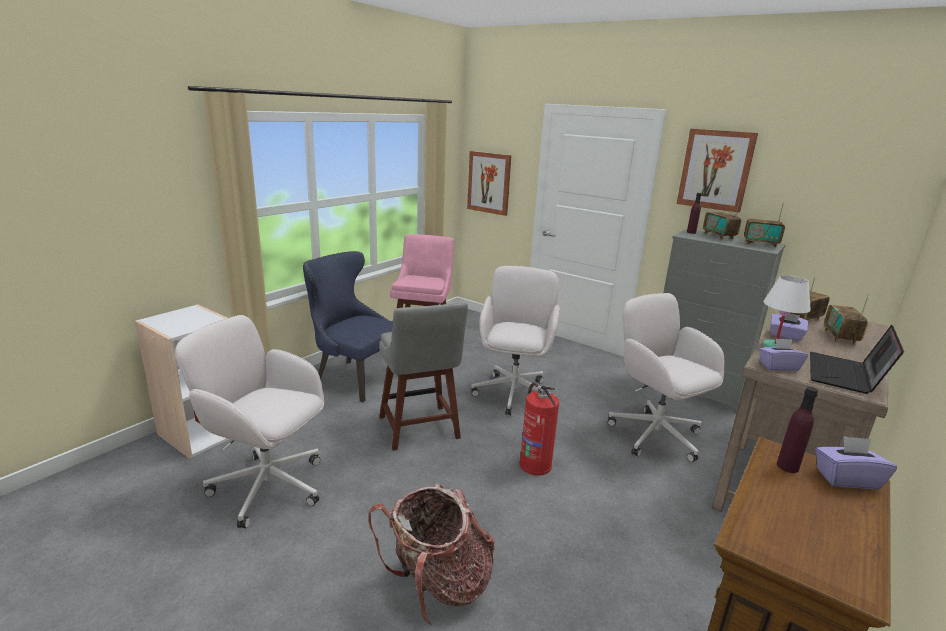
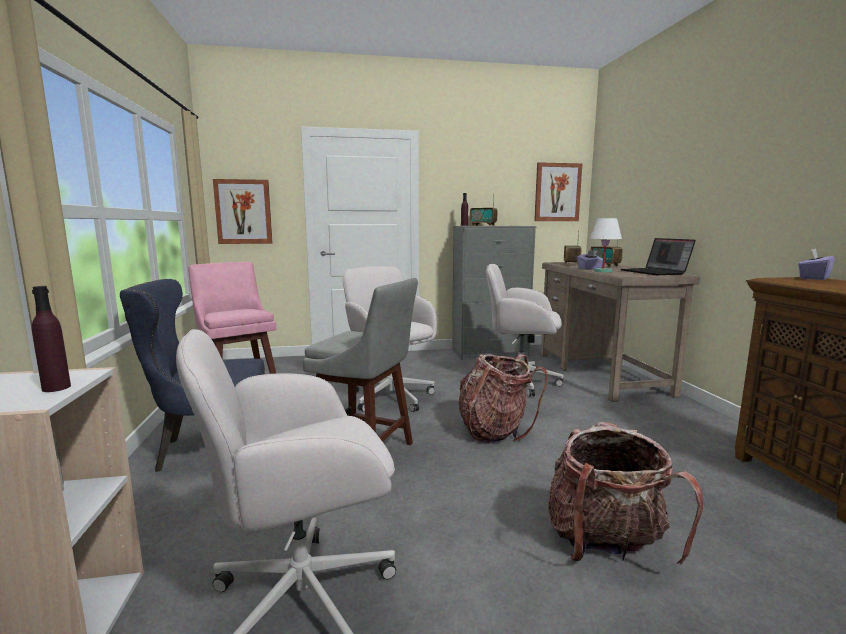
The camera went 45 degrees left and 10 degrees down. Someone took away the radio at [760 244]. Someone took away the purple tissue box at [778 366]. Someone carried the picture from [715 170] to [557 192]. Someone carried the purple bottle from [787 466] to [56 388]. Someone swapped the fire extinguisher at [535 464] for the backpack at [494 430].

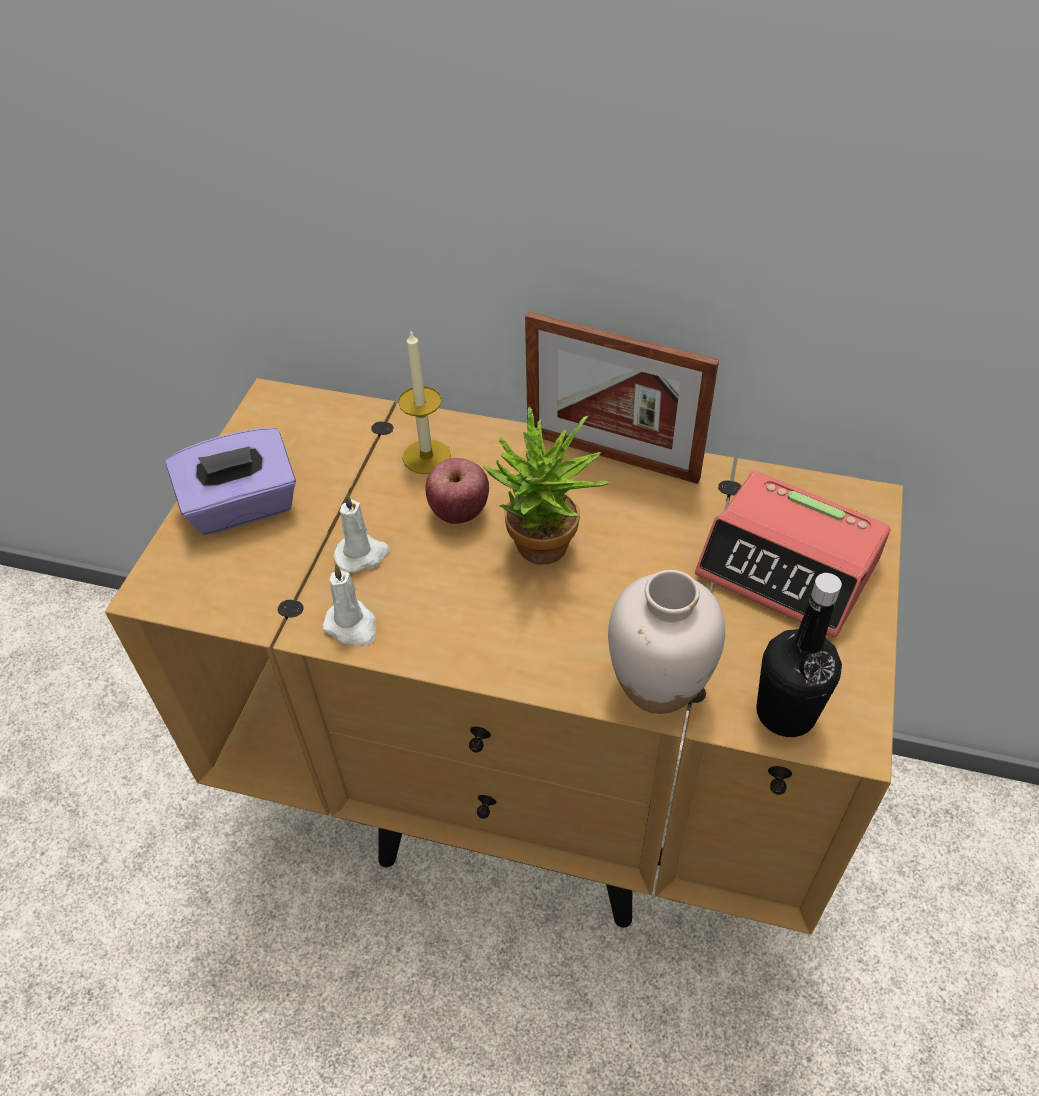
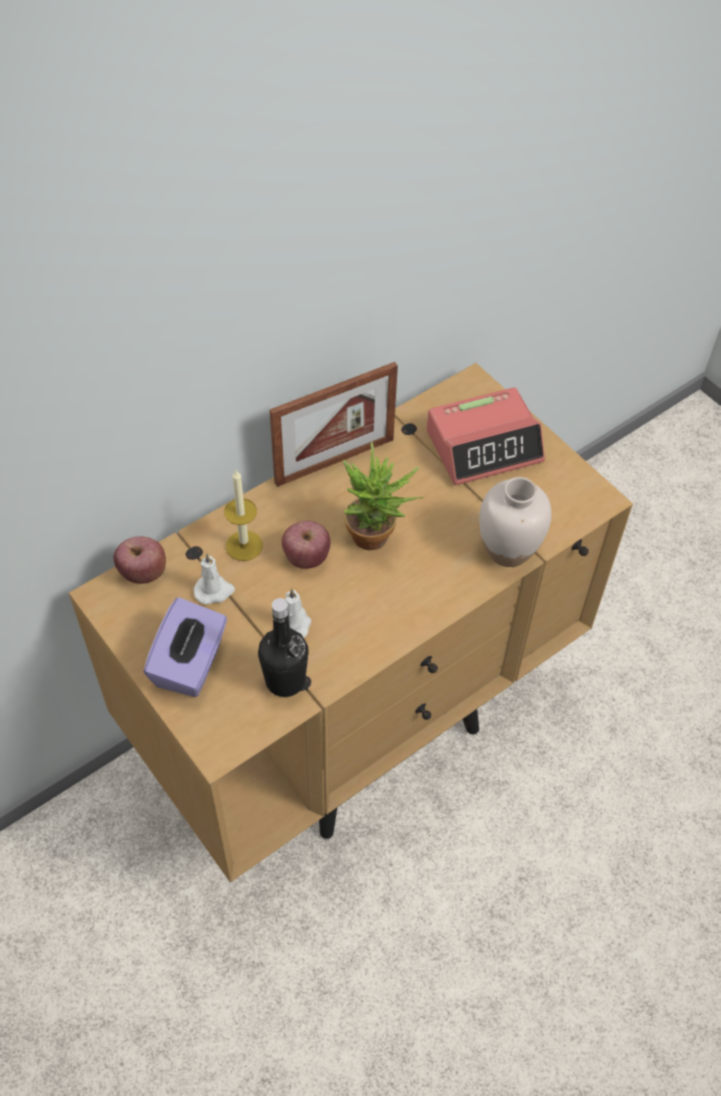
The camera went 55 degrees left and 5 degrees up. Someone put down the apple at [143 573]. Someone carried the white candle from [352 626] to [214 591]. Someone carried the black bottle from [785 713] to [285 680].

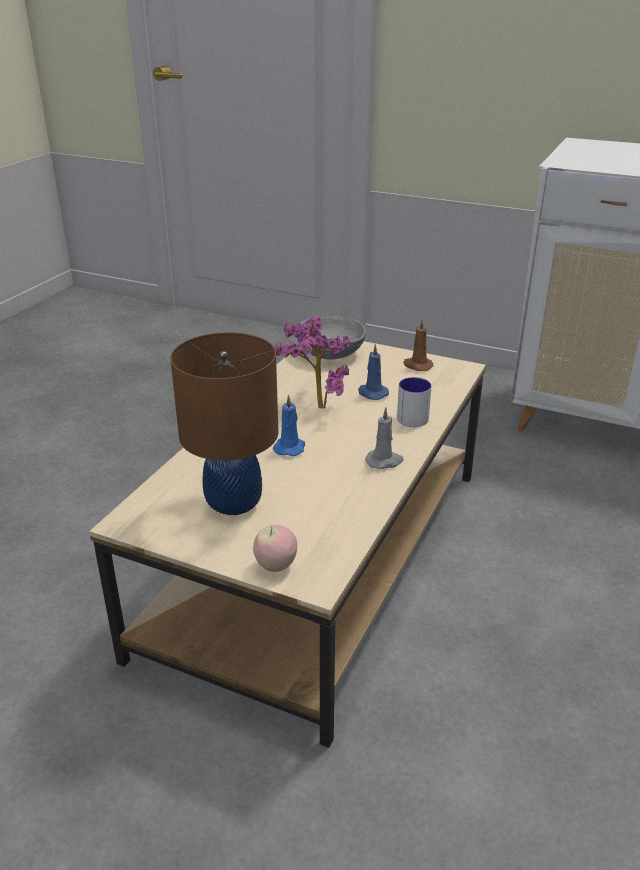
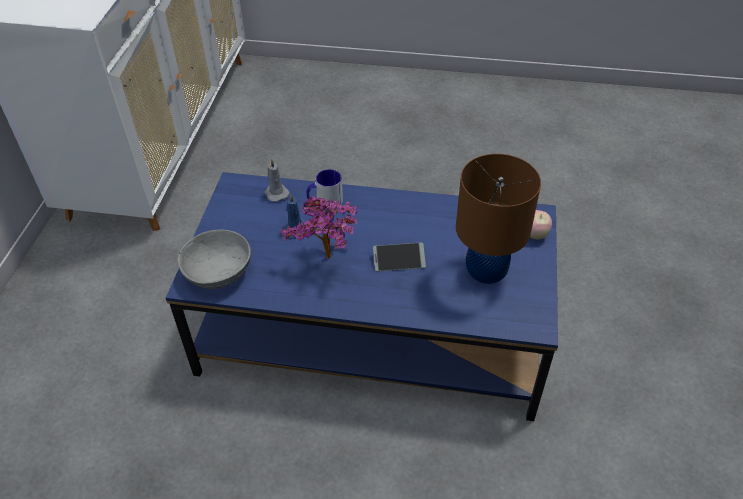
The camera went 105 degrees left and 15 degrees up. Someone took away the brown candle at [417 365]. Someone carried the grey candle from [384 461] to [276 193]. Someone swapped the blue candle at [290 447] for the phone at [399 261]. Someone repainted the beige coffee table at [318 557], which became the blue coffee table at [372 330].

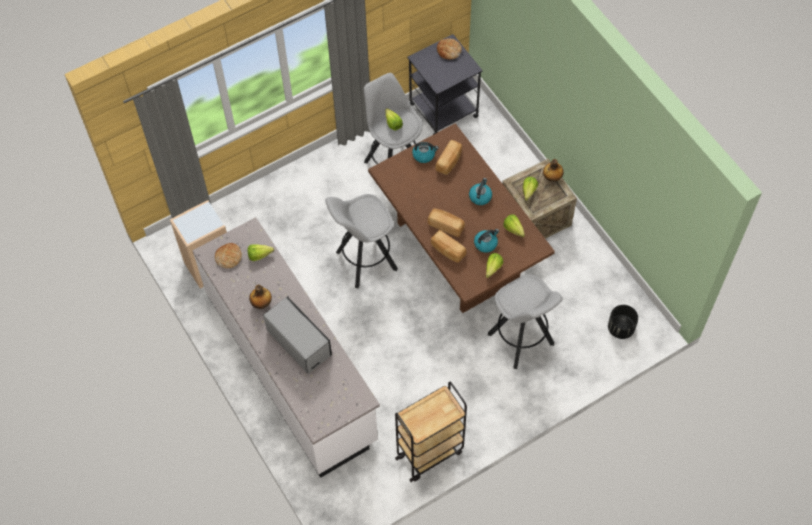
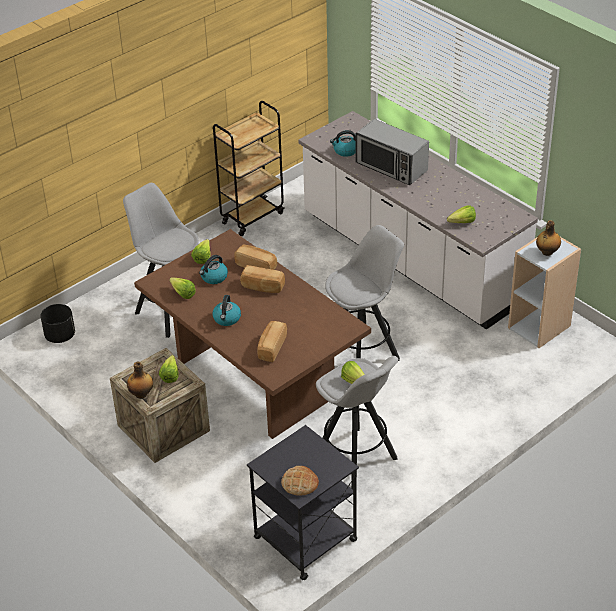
The camera went 170 degrees right and 20 degrees down. Someone took away the bread at [228 257]. Someone carried the bottle from [262 303] to [547 252]. Someone carried the kettle from [424 155] to [345 151].

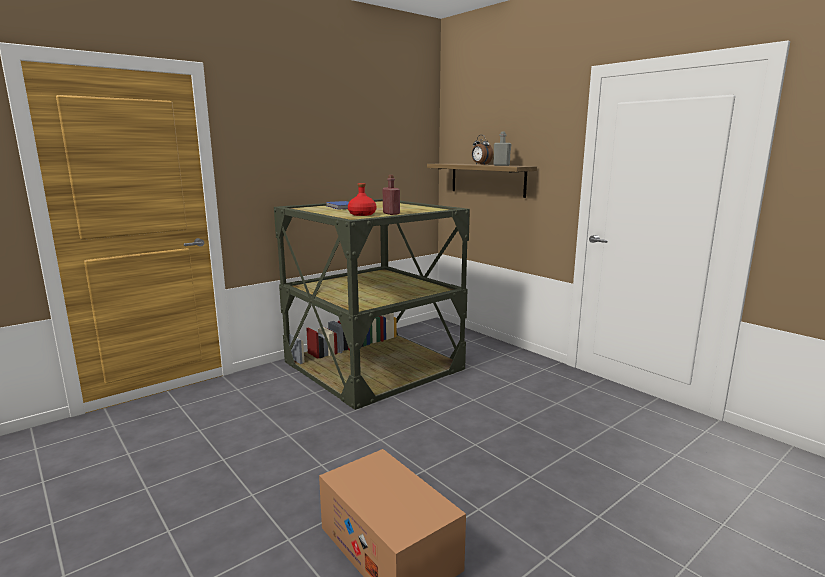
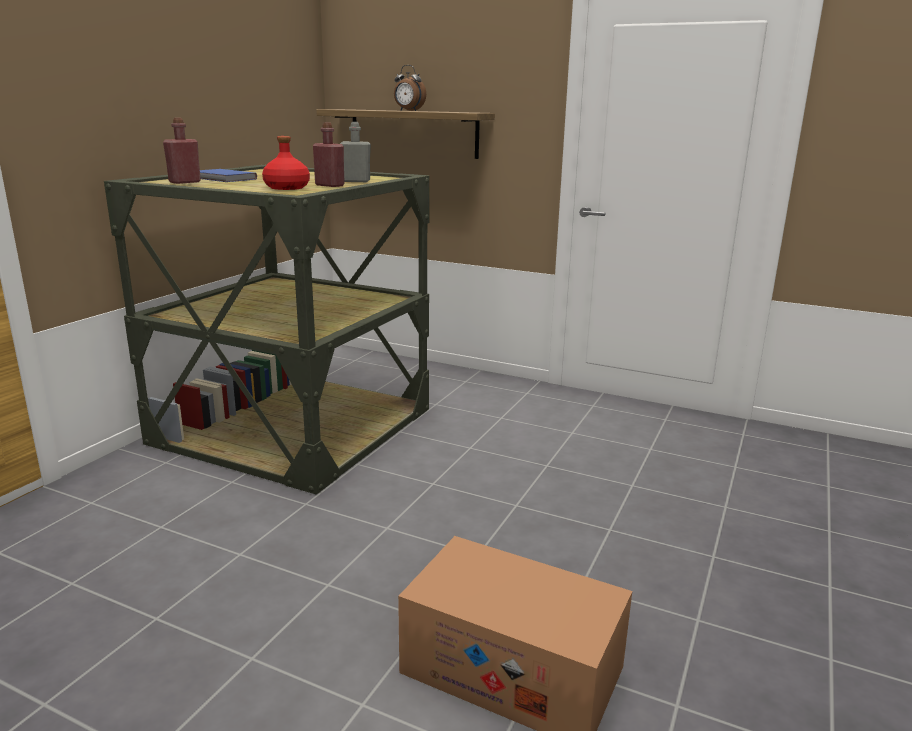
The camera went 25 degrees left and 5 degrees up. Someone put down the red bottle at [185 182]. Someone carried the grey bottle from [501 165] to [356 181].

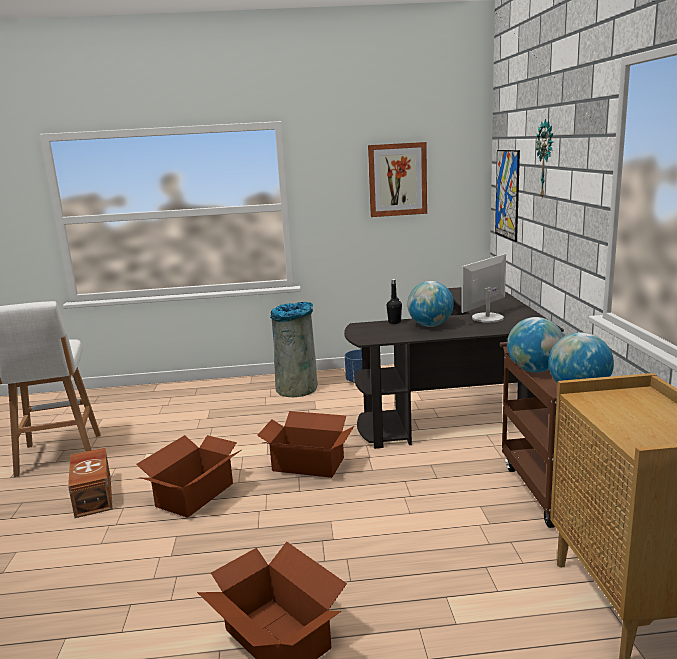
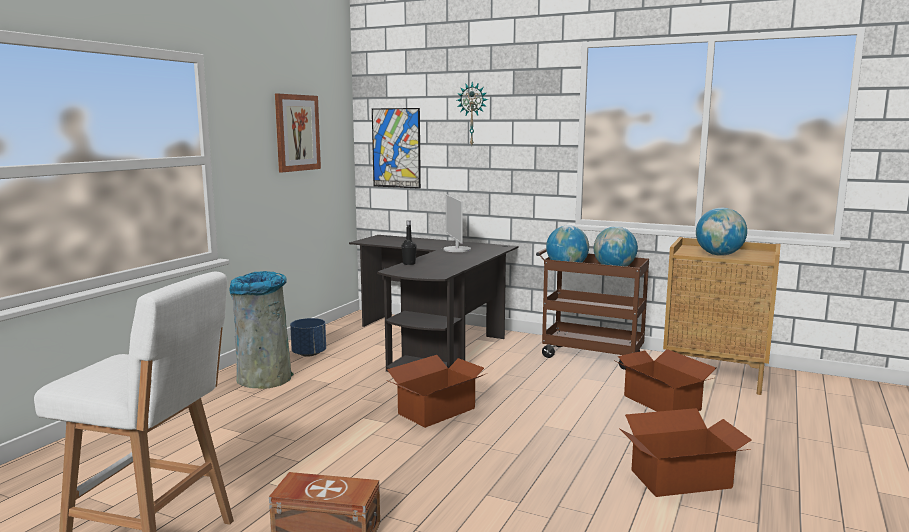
The camera went 60 degrees left and 5 degrees down. Someone carried the cardboard box from [196 495] to [661 402]. Someone carried the globe from [430 325] to [719 255].

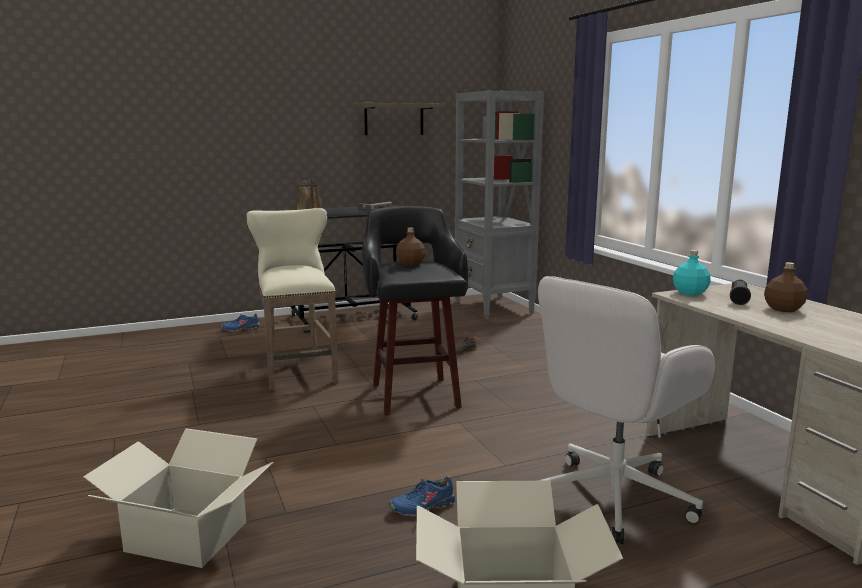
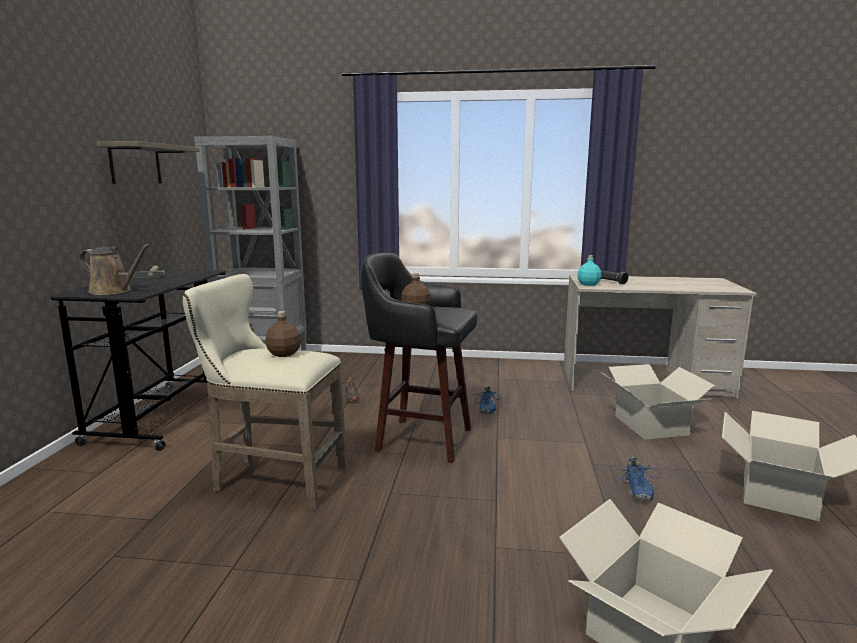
The camera went 60 degrees left and 0 degrees up. Someone carried the blue shoe from [240 329] to [486 408]. Someone carried the brown bottle from [783 309] to [284 354]. Someone swapped the white office chair at [614 498] for the cardboard box at [650 425].

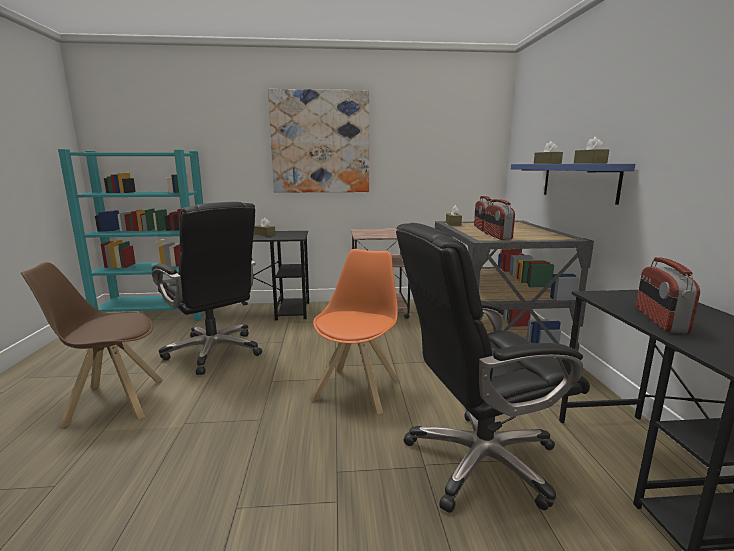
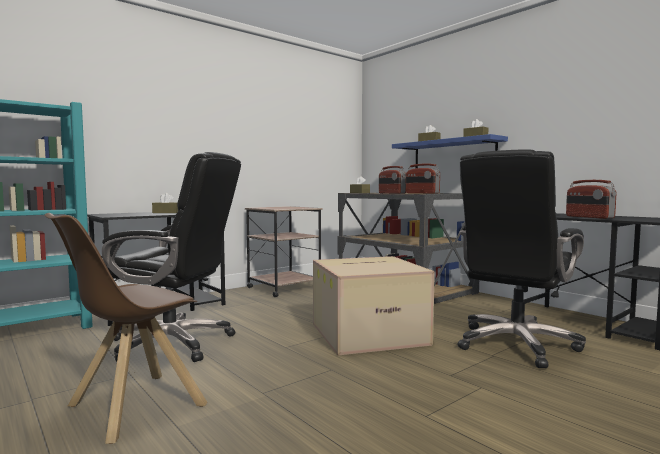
The camera went 35 degrees left and 10 degrees down. Someone took away the picture at [320 142]. Someone swapped the orange chair at [358 388] for the cardboard box at [369 333].

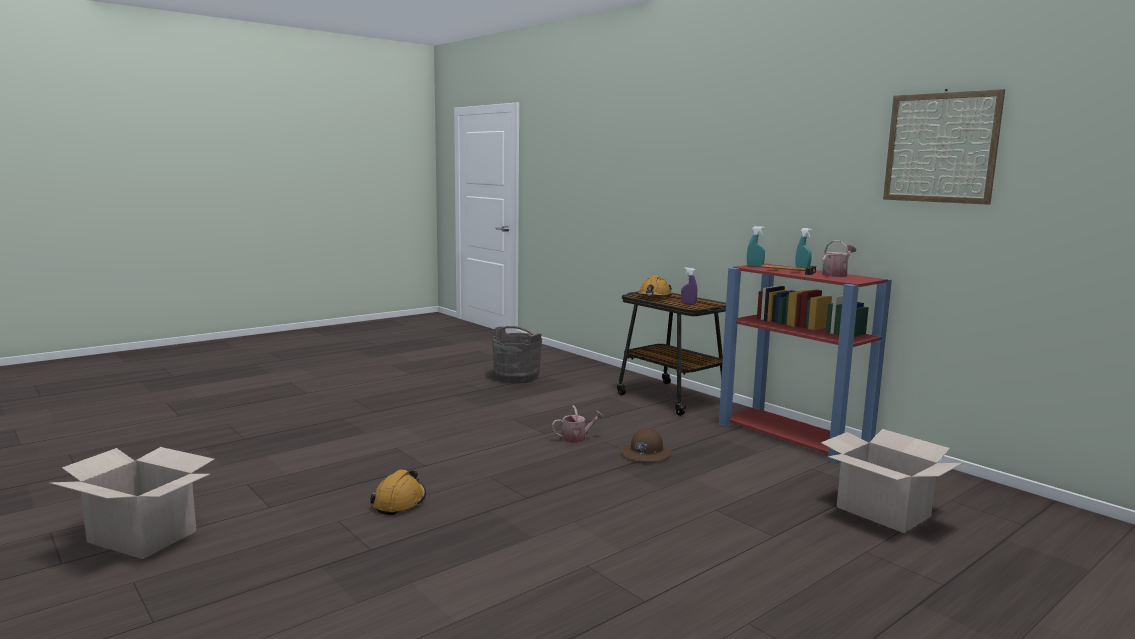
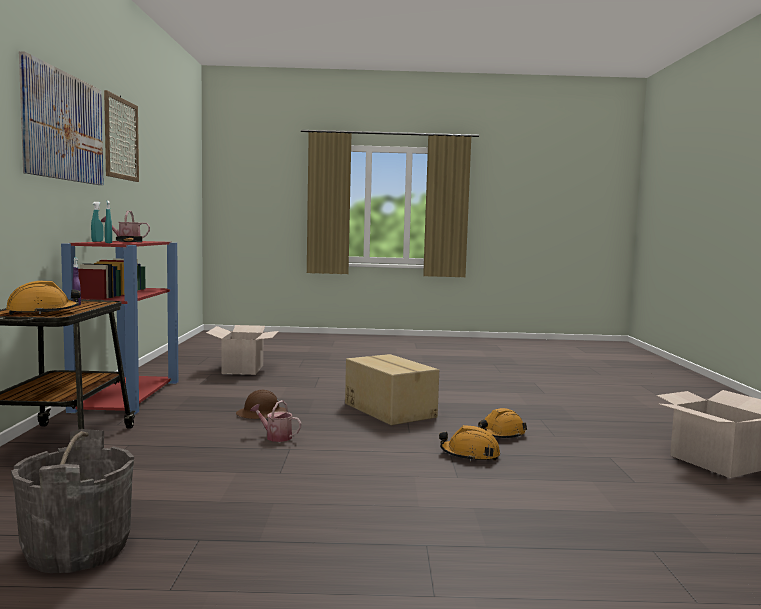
The camera went 140 degrees left and 5 degrees down. Someone put up the picture at [64 126]. Someone put down the cardboard box at [390 410]. Someone put down the orange hard hat at [470 455].

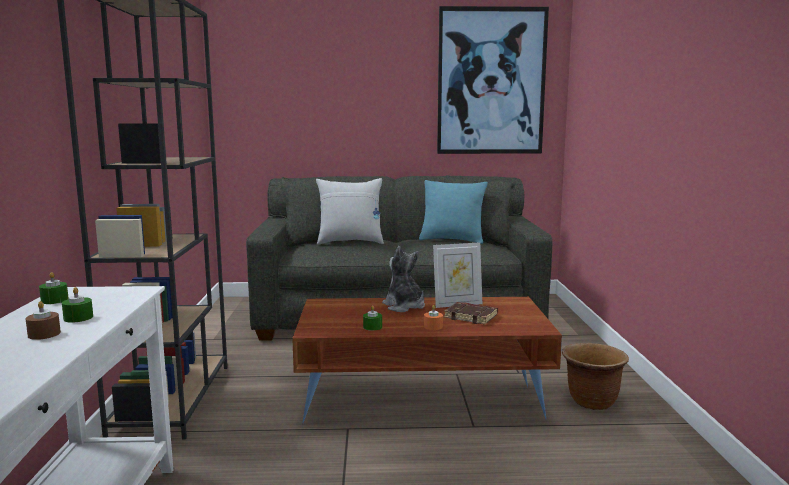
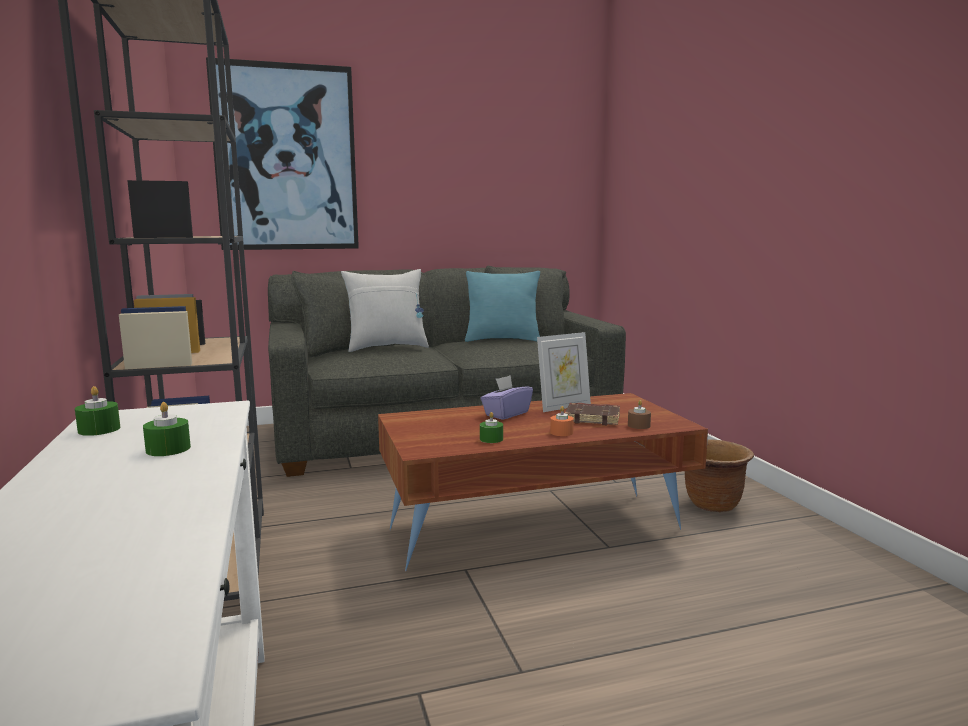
The camera went 15 degrees left and 0 degrees up. Someone carried the brown candle from [44 334] to [639 425]. Someone carried the picture from [491 81] to [286 158]. Someone swapped the plush toy at [404 307] for the purple tissue box at [506 414].

